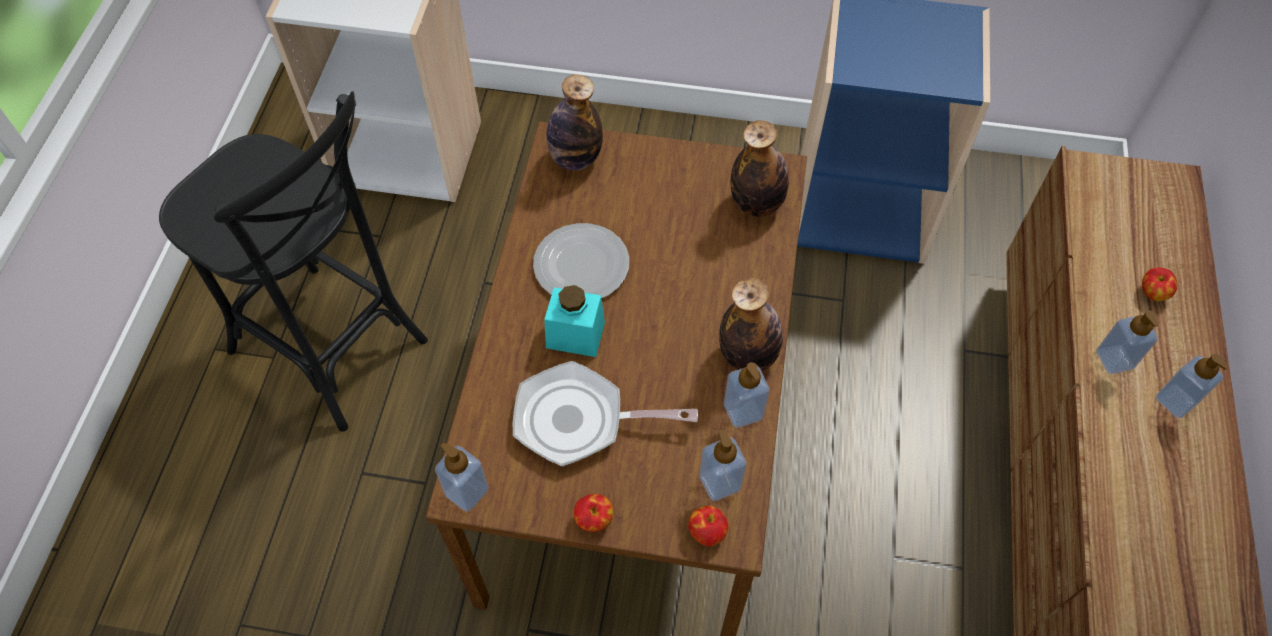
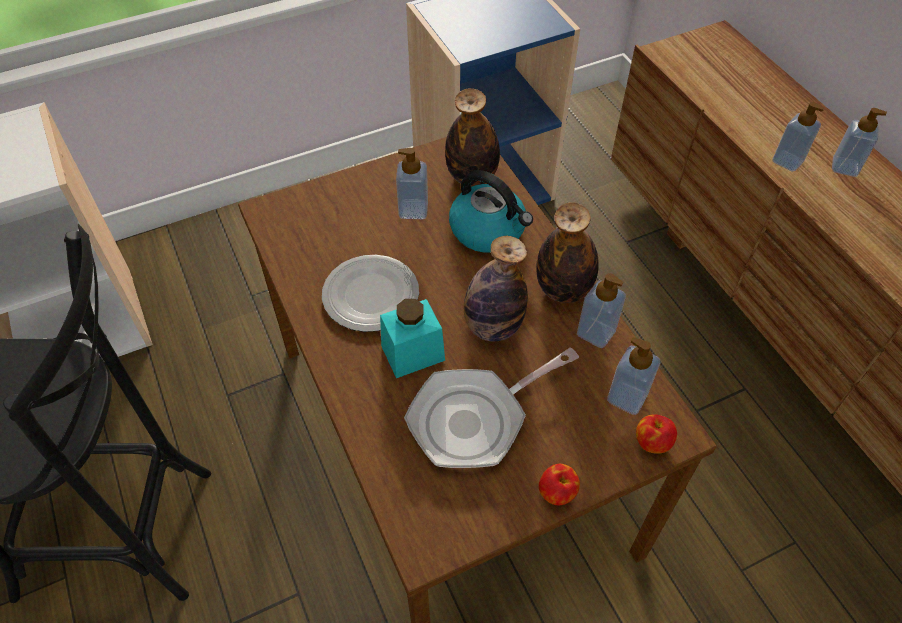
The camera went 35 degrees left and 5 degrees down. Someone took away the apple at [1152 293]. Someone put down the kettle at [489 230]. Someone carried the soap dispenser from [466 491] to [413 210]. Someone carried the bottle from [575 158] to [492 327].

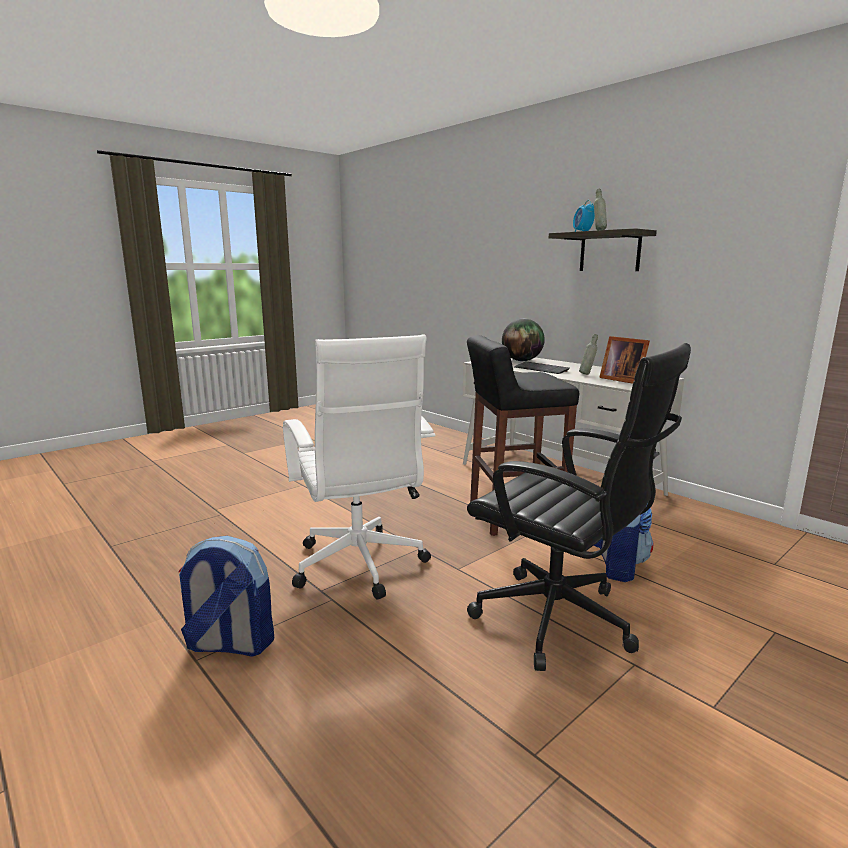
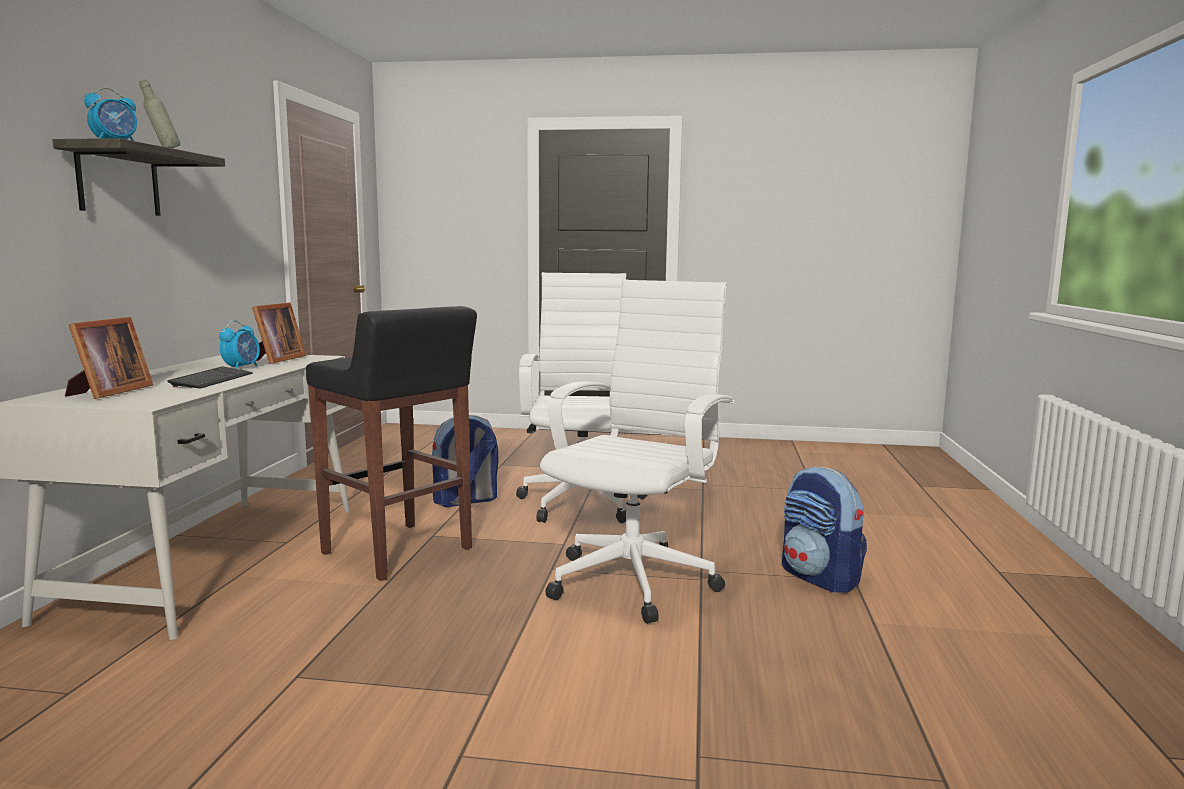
The camera went 130 degrees left and 5 degrees down. Someone swapped the globe at [522 361] for the picture frame at [108 392]. Someone swapped the grey bottle at [587 374] for the alarm clock at [242 368]. Someone repainted the black office chair at [561 622], which became the white office chair at [582 502].

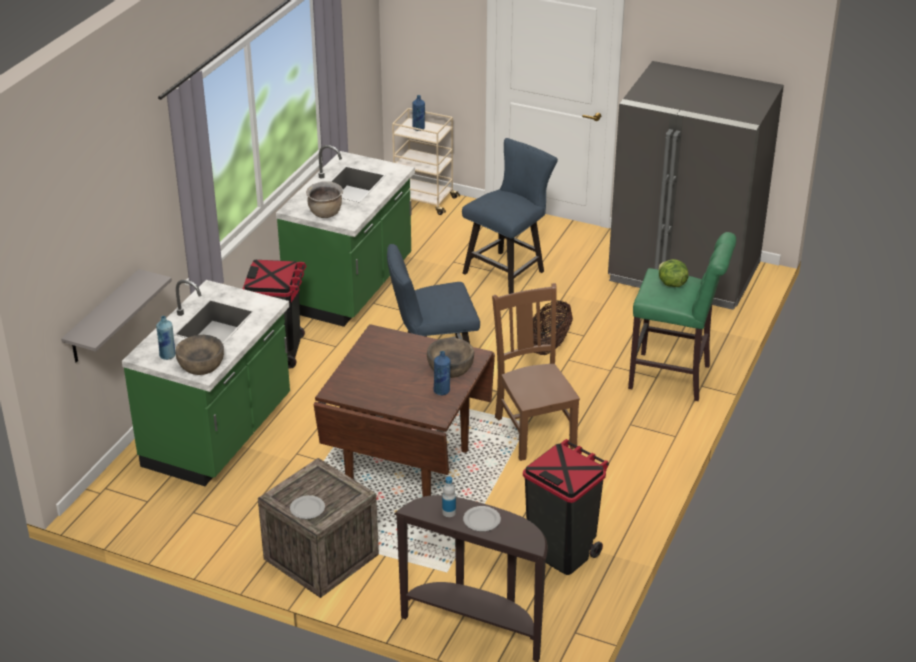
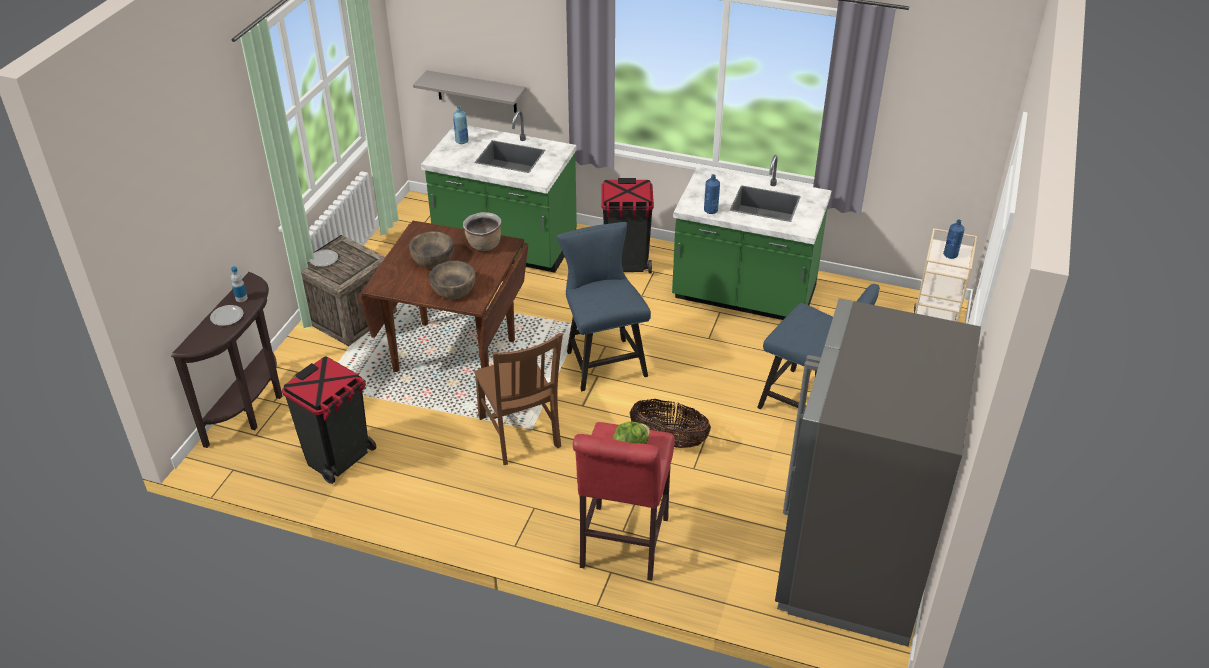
The camera went 85 degrees right and 5 degrees up. Someone carried the brown bowl from [201 364] to [433 259]. Someone carried the brown cooking pot from [325 213] to [484 245]. Someone carried the blue bottle from [442 391] to [710 210]. Someone repainted the green stool at [674 378], which became the red stool at [622 547]. Someone rotated the brown chair at [534 430] by 90 degrees clockwise.

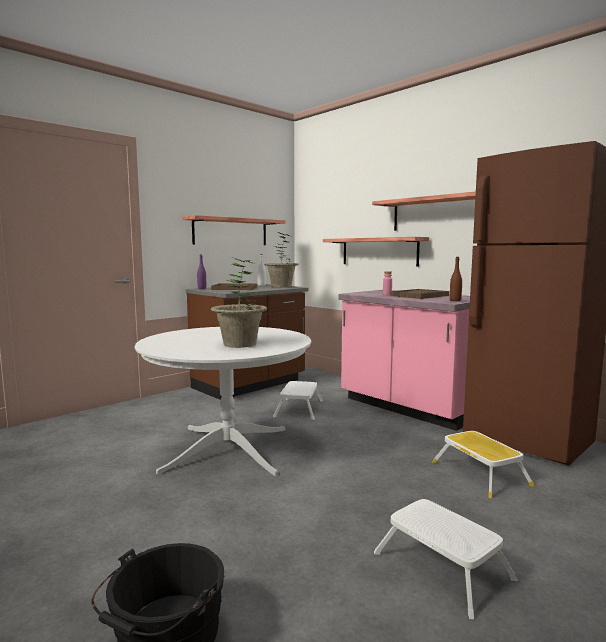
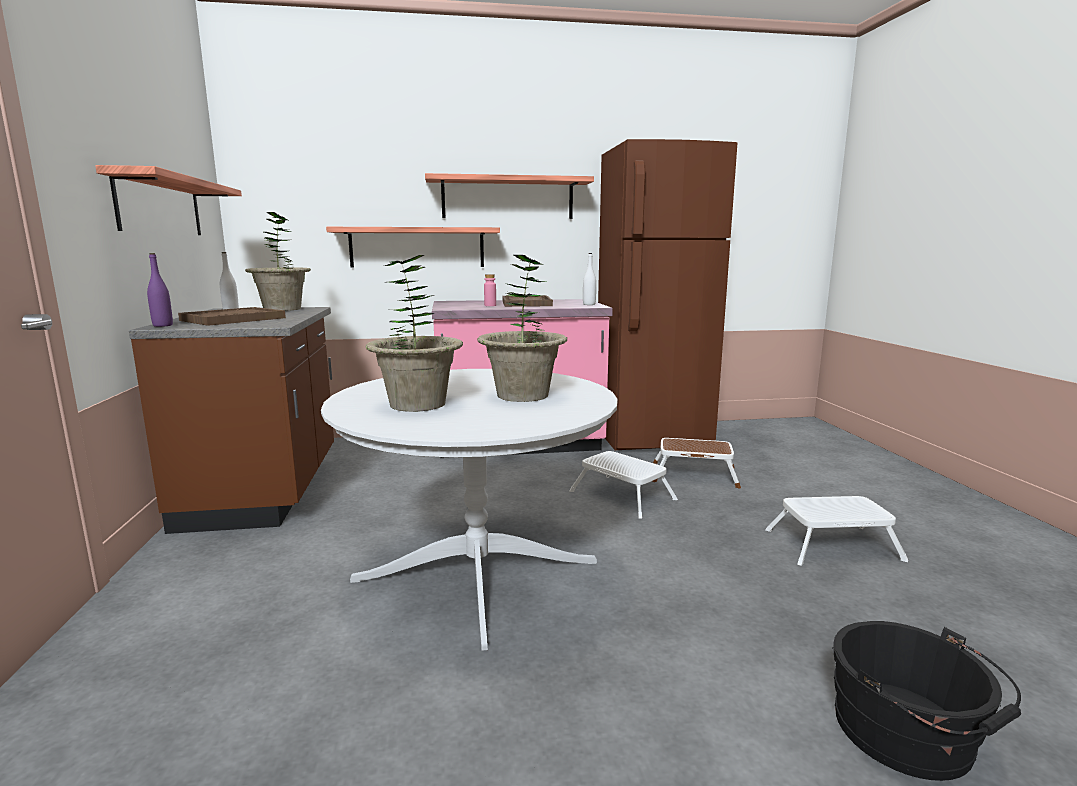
The camera went 55 degrees left and 5 degrees up. Someone put down the potted plant at [417 404]. Someone carried the white step ladder from [298 408] to [622 495]. Someone repainted the yellow step ladder at [480 473], which became the brown step ladder at [694 475]. Someone repainted the brown bottle at [455 300], which became the white bottle at [589 304].

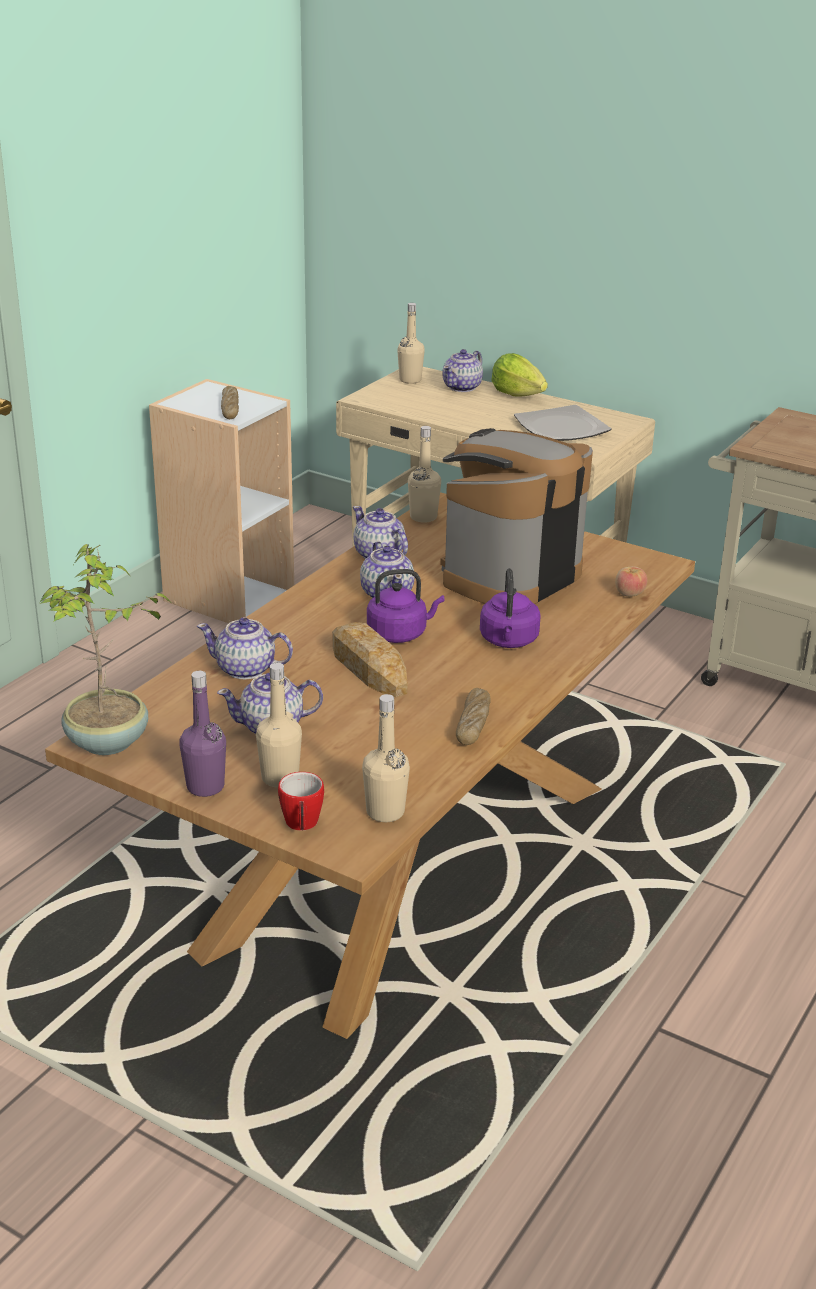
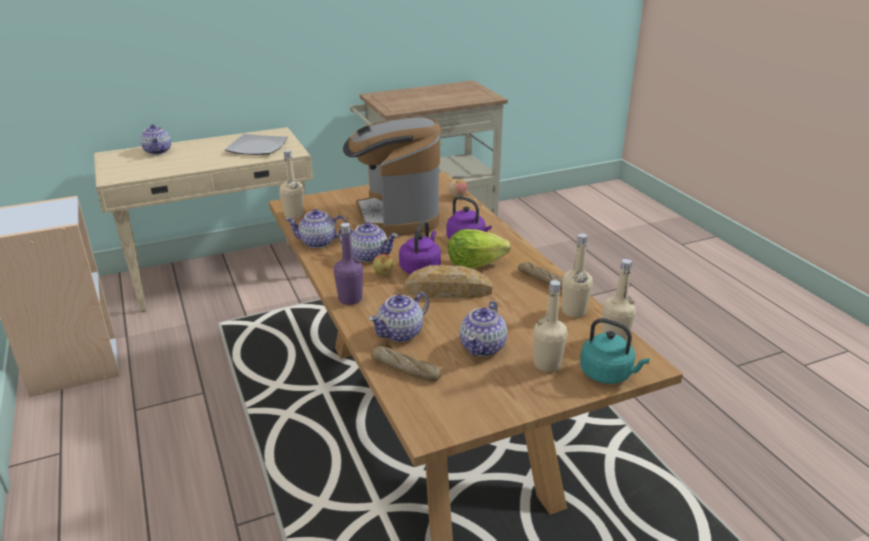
The camera went 55 degrees left and 0 degrees up. Someone took away the potted plant at [108 743]. Someone put down the apple at [383 274]. Someone carried the purple bottle from [205 787] to [350 299]. Someone carried the bread from [230 408] to [405 369]. Someone carried the beige bottle from [410 380] to [573 311]. Someone carried the lettuce from [517 394] to [474 264]. Someone swapped the mug at [301 825] for the turquoise kettle at [608 374].

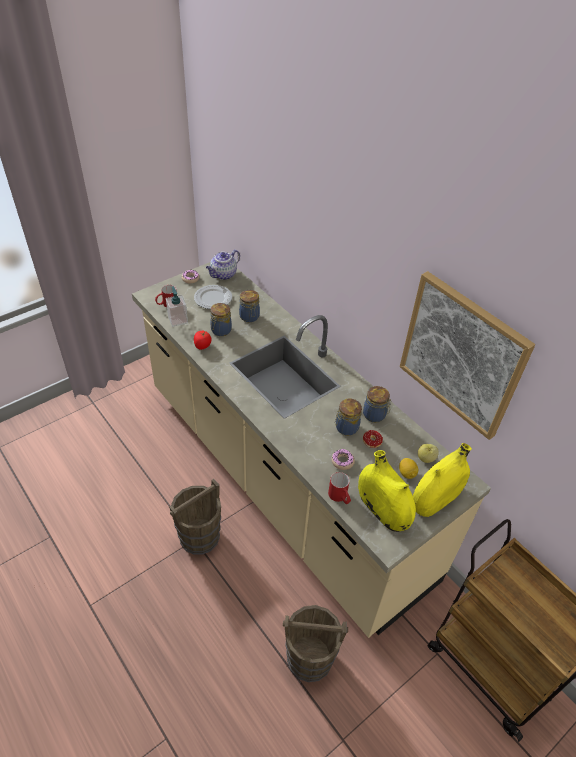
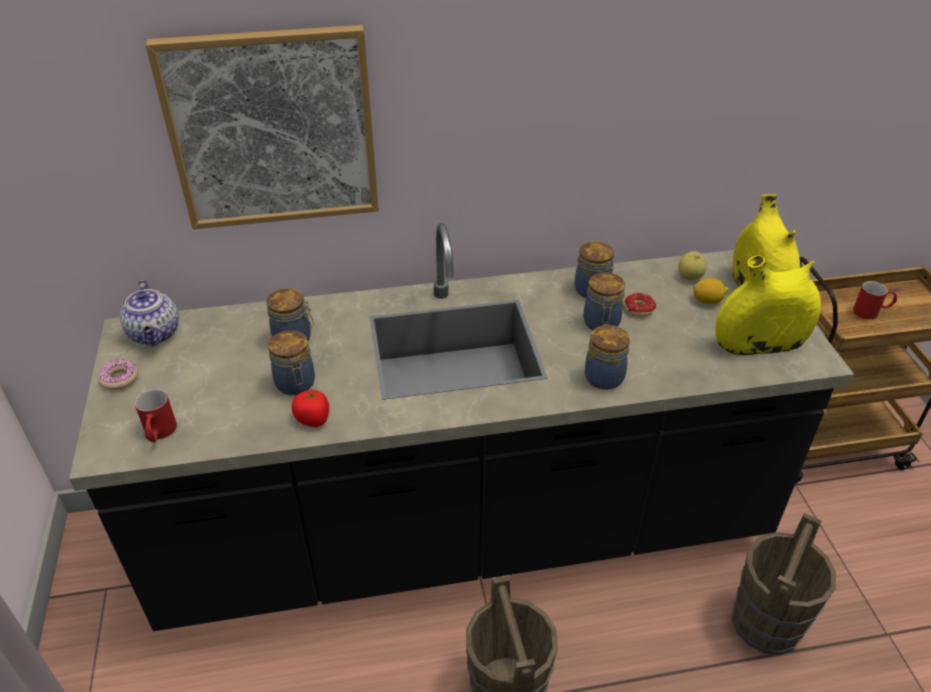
The camera went 60 degrees left and 5 degrees down. Someone took away the soap dispenser at [178 320]. Someone took away the plate at [213 299]. Someone took away the donut at [342 461]. Someone put down the jar at [603 376]. Someone carried the red mug from [340 497] to [871 312]. Someone carried the picture from [462 355] to [272 129]. Someone repainted the beige counter at [282 480], which became the black counter at [465 533].

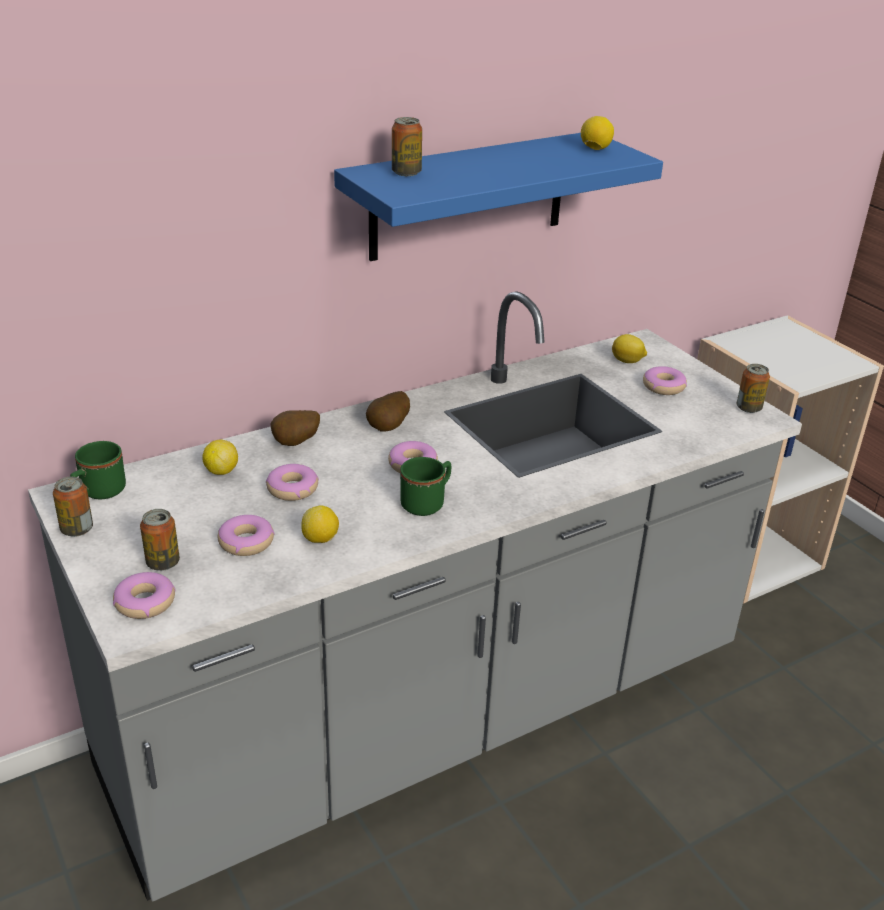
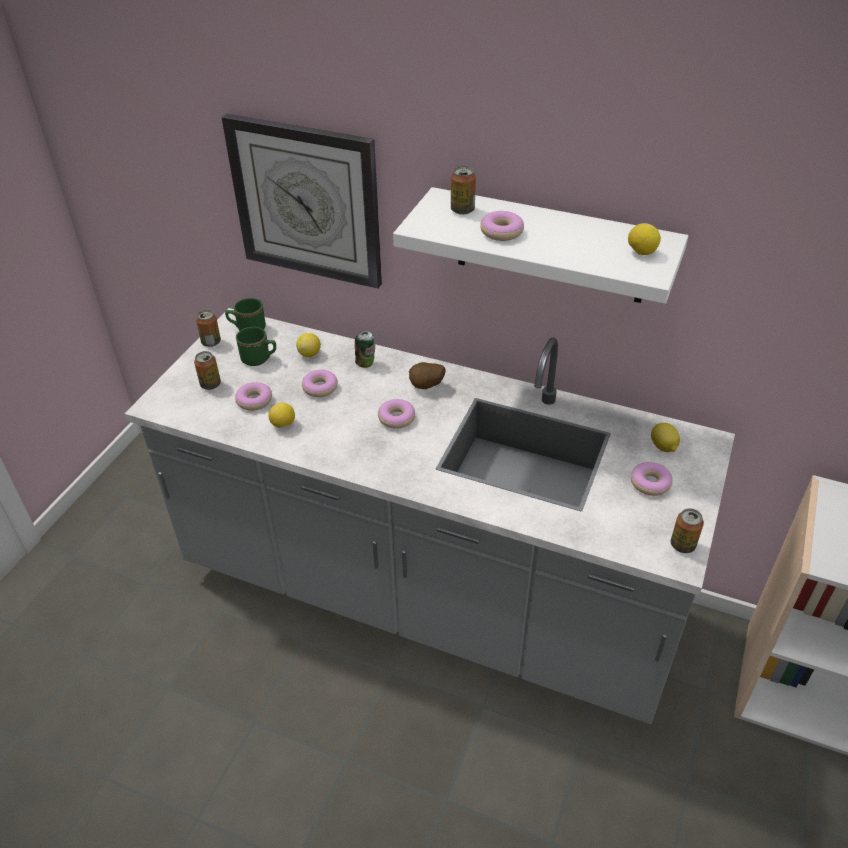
The camera went 55 degrees right and 10 degrees up. Someone put up the wall clock at [307 201]. Someone carried the donut from [145 602] to [501 232]. Someone carried the green mug from [427 503] to [259 359]. Someone swapped the potato at [296 444] for the can at [366 363]. Someone repainted the blue shelf at [469 196], which became the white shelf at [550 246].

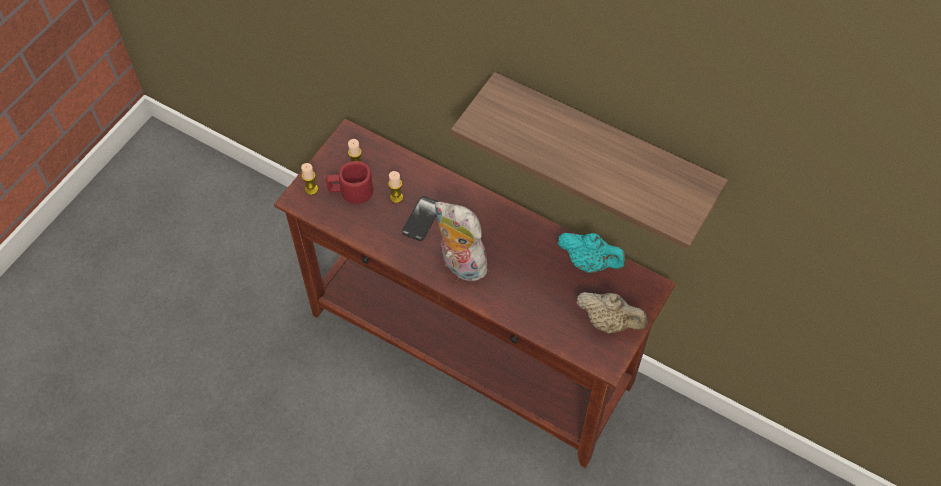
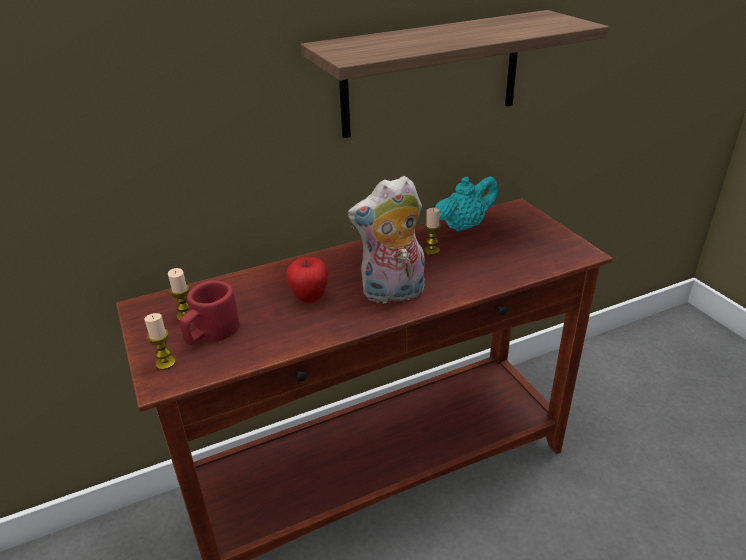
The camera went 55 degrees left and 25 degrees down. Someone took away the beige teapot at [609 322]. Someone carried the candle from [396 197] to [431 250]. Someone swapped the phone at [421 219] for the apple at [309 298].

